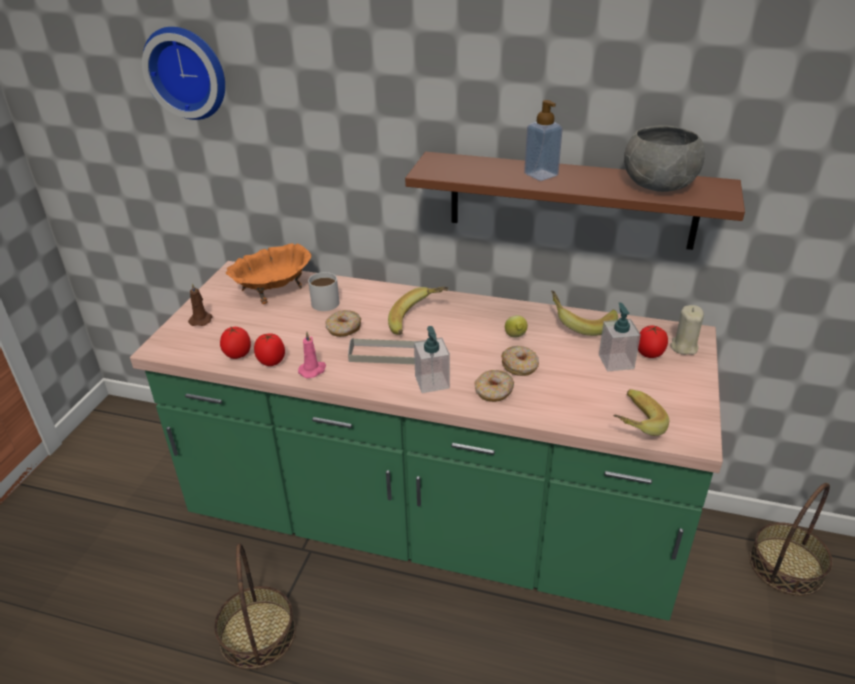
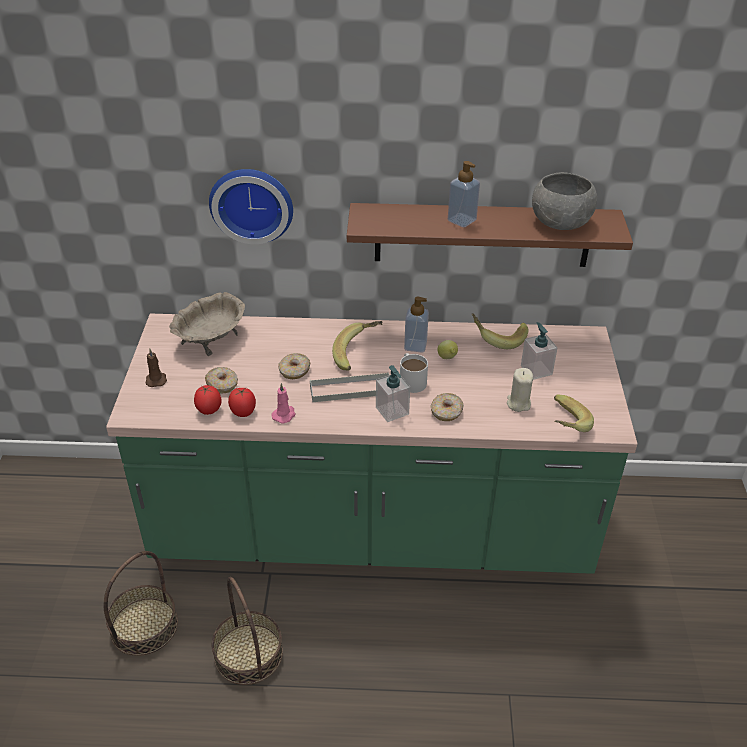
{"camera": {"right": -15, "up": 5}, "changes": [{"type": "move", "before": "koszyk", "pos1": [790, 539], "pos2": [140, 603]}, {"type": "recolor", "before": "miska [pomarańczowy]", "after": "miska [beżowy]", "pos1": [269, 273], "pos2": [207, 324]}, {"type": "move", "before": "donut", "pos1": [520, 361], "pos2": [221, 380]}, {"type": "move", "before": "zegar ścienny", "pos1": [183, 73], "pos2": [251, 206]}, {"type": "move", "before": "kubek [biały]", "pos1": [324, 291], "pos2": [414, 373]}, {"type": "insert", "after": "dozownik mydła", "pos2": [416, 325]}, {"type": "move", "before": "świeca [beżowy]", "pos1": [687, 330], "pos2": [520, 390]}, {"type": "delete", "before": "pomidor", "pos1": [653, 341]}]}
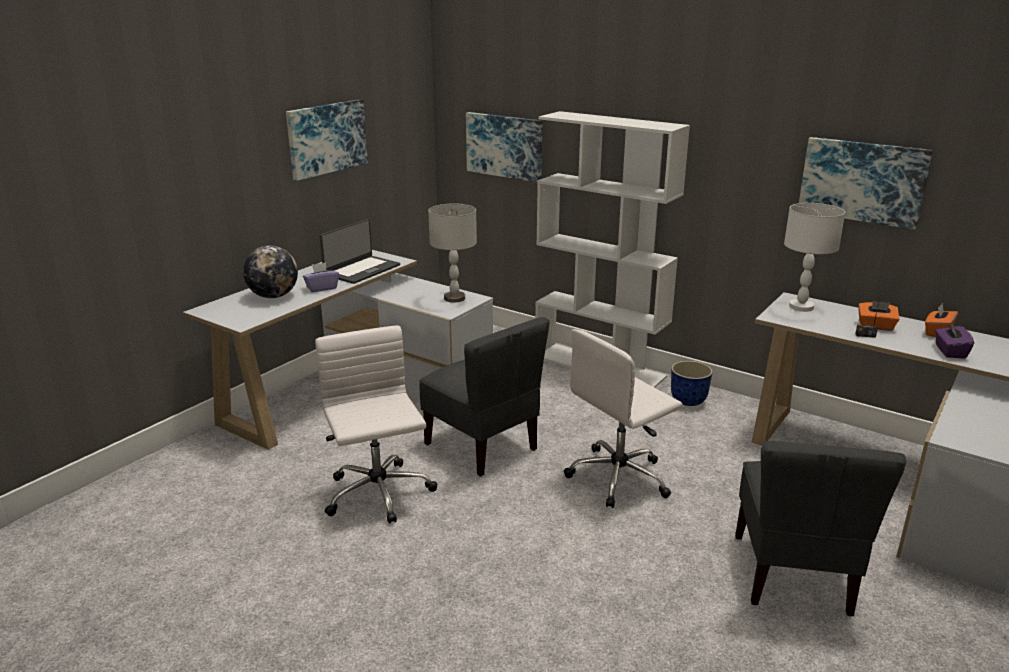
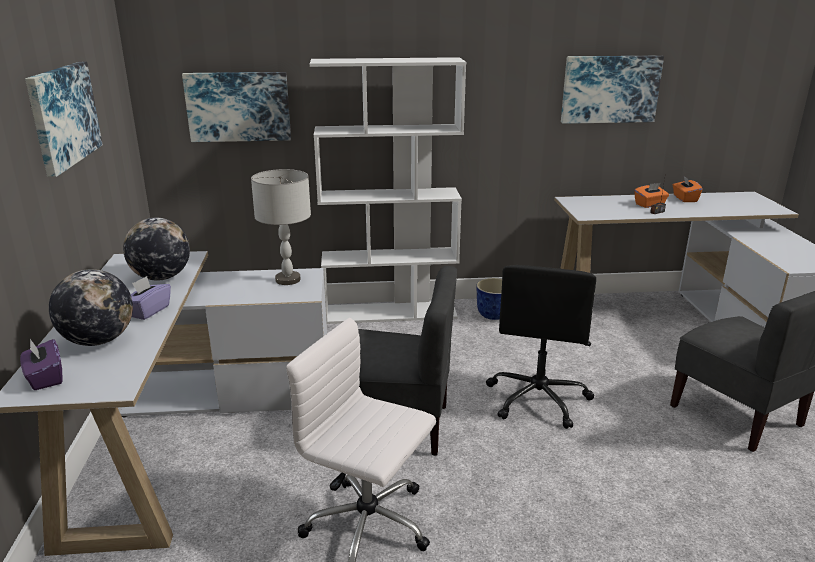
{"camera": {"right": -40, "up": 0}, "changes": [{"type": "move", "before": "pudełko chusteczek [fioletowy]", "pos1": [954, 340], "pos2": [41, 364]}, {"type": "replace", "before": "laptop", "after": "globus", "pos1": [360, 251], "pos2": [156, 249]}, {"type": "recolor", "before": "krzesło biurowe [biały]", "after": "krzesło biurowe [czarny]", "pos1": [623, 418], "pos2": [541, 347]}, {"type": "delete", "before": "lampa stołowa [biały]", "pos1": [814, 257]}]}
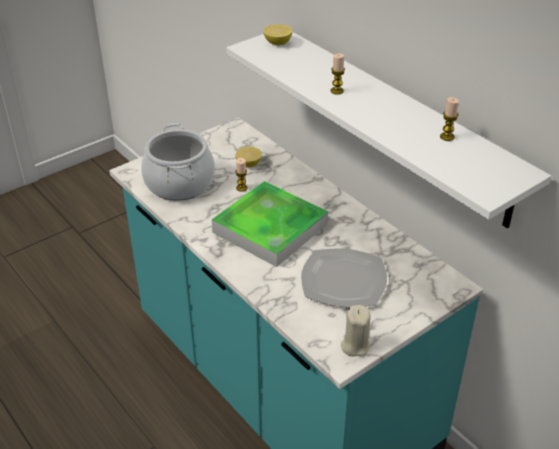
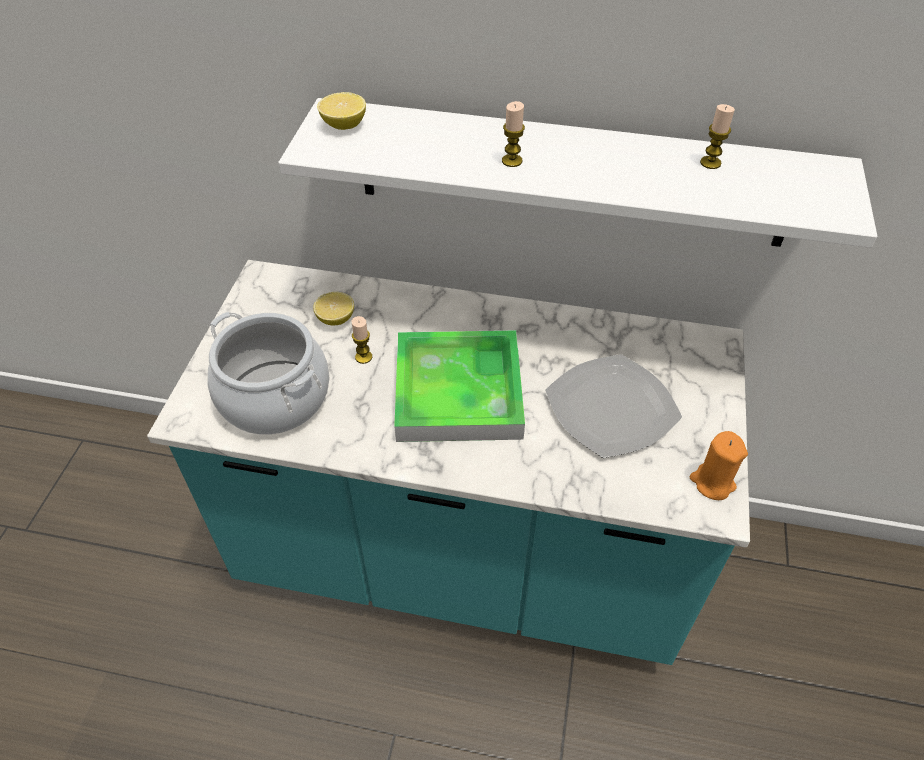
{"camera": {"right": -40, "up": 10}, "changes": [{"type": "recolor", "before": "świeca [beżowy]", "after": "świeca [pomarańczowy]", "pos1": [356, 331], "pos2": [719, 465]}]}
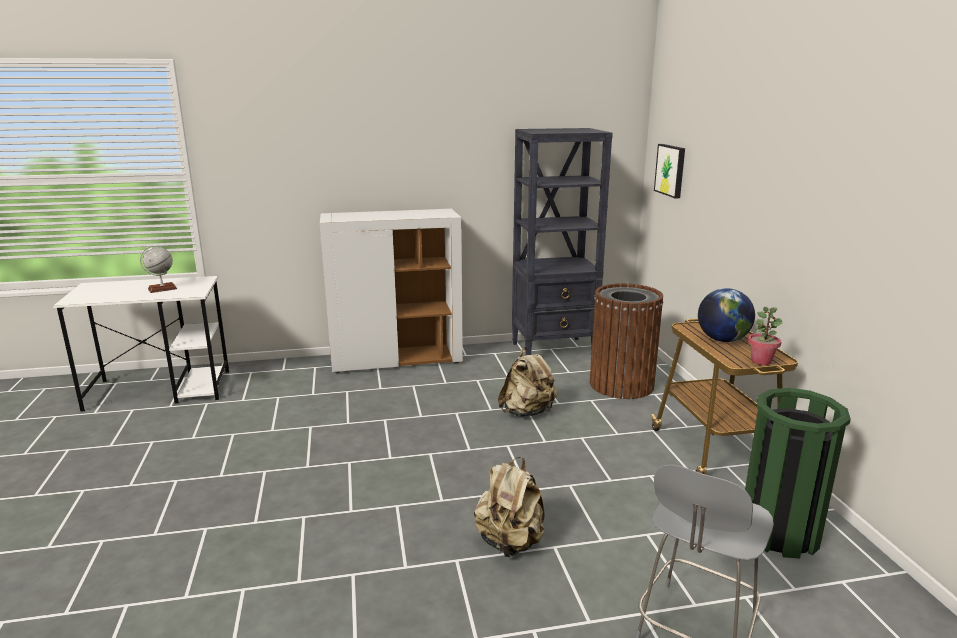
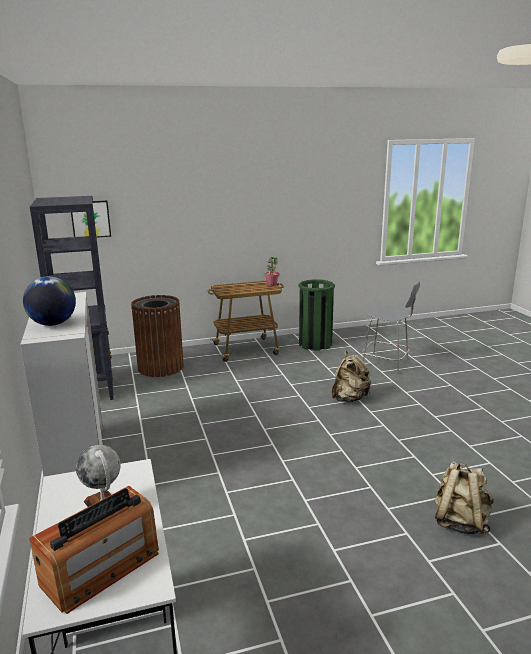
{"camera": {"right": -95, "up": 0}, "changes": [{"type": "move", "before": "globus", "pos1": [726, 315], "pos2": [49, 301]}, {"type": "insert", "after": "radio", "pos2": [94, 550]}, {"type": "move", "before": "plecak [beżowy]", "pos1": [528, 382], "pos2": [464, 498]}]}
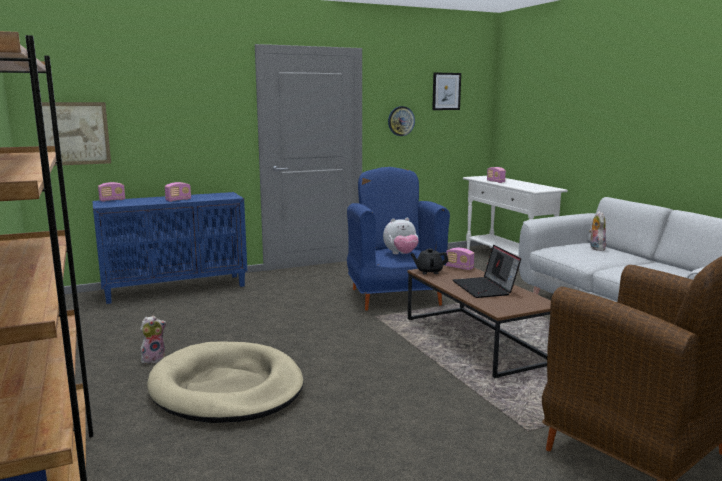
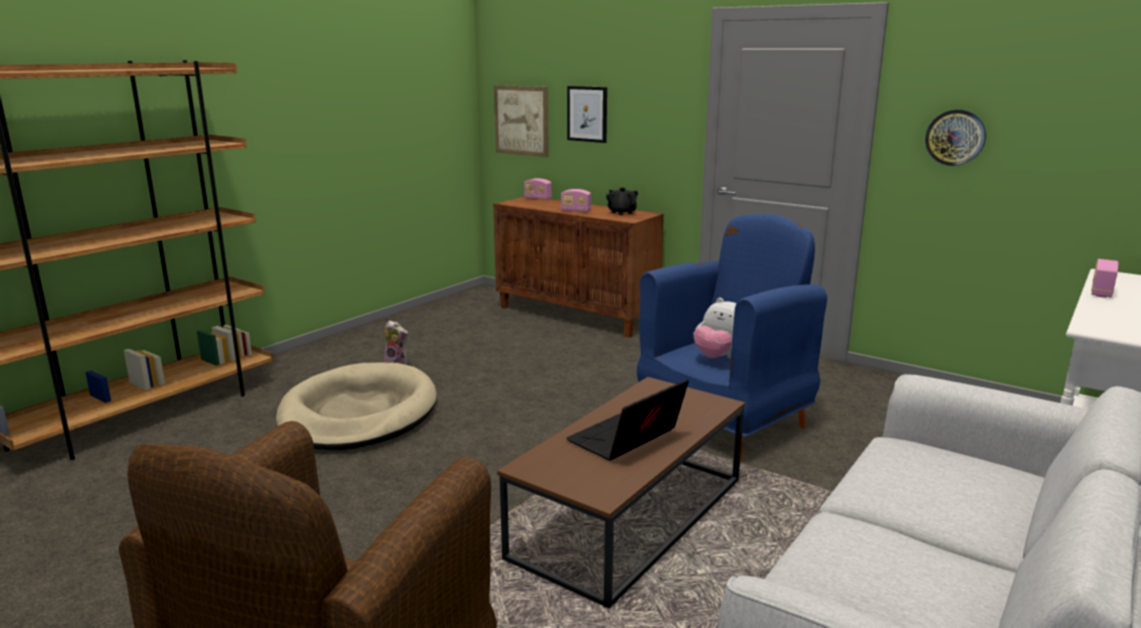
{"camera": {"right": 60, "up": 5}, "changes": [{"type": "recolor", "before": "szafka [niebieski]", "after": "szafka [brązowy]", "pos1": [170, 248], "pos2": [578, 267]}, {"type": "move", "before": "obraz", "pos1": [446, 91], "pos2": [587, 114]}, {"type": "move", "before": "imbryk [czarny]", "pos1": [430, 261], "pos2": [622, 201]}, {"type": "delete", "before": "radio", "pos1": [460, 259]}, {"type": "delete", "before": "pluszak", "pos1": [597, 231]}]}
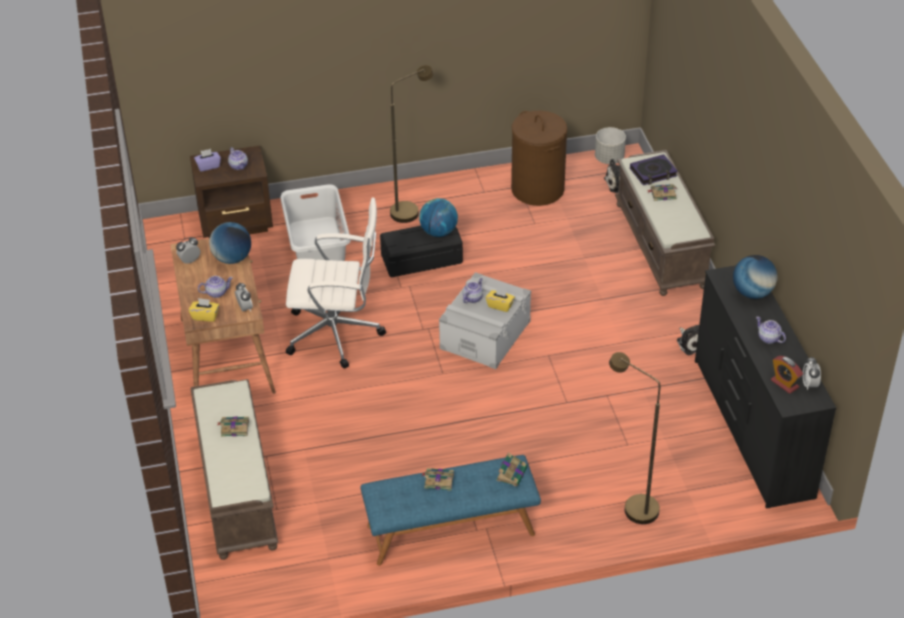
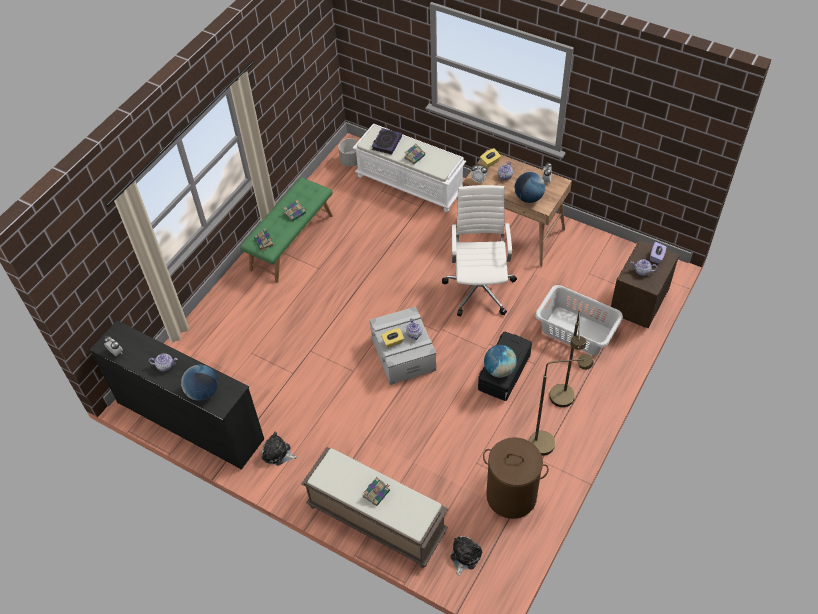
{"camera": {"right": 135, "up": 10}, "changes": [{"type": "recolor", "before": "ławka [niebieski]", "after": "ławka [zielony]", "pos1": [450, 510], "pos2": [286, 230]}, {"type": "move", "before": "donica [szary]", "pos1": [610, 145], "pos2": [348, 152]}, {"type": "recolor", "before": "ławka [brązowy]", "after": "ławka [biały]", "pos1": [234, 469], "pos2": [409, 167]}, {"type": "move", "before": "książka", "pos1": [654, 169], "pos2": [387, 141]}, {"type": "rotate", "before": "krzesło biurowe [biały]", "pos1": [336, 283], "pos2": [479, 250], "turn": 135}, {"type": "move", "before": "lampa stojąca [brązowy]", "pos1": [634, 438], "pos2": [561, 404]}, {"type": "delete", "before": "budzik", "pos1": [787, 375]}]}
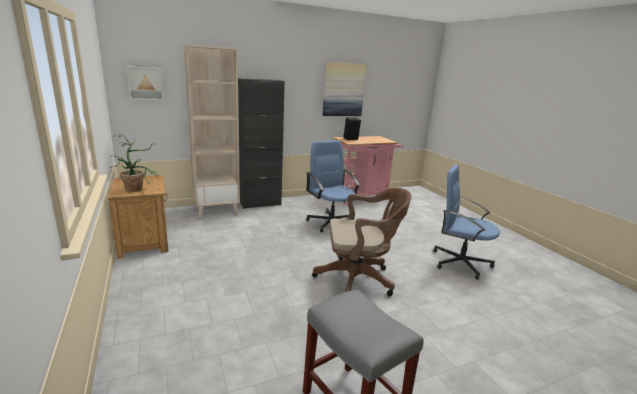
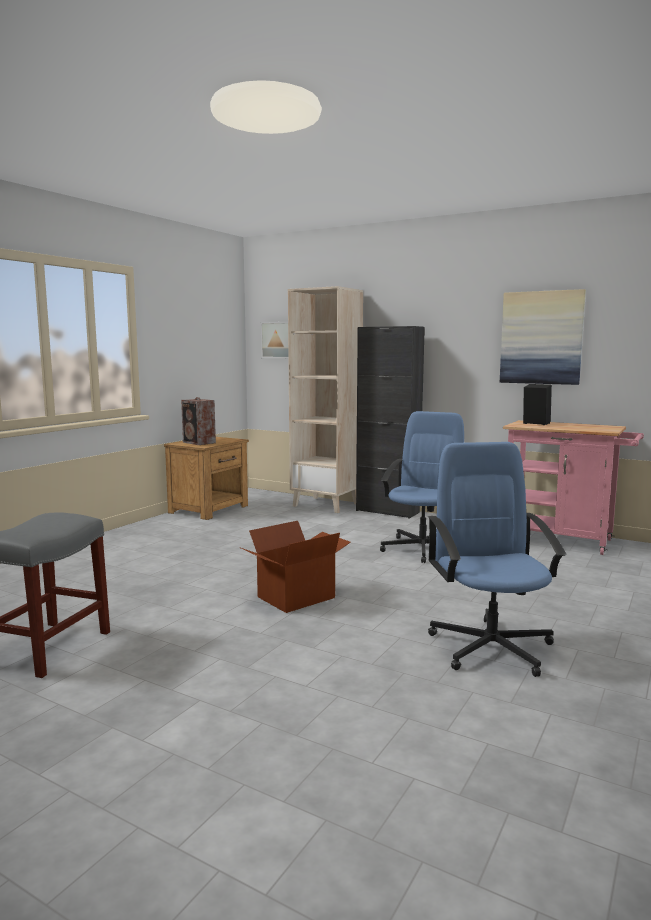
{"camera": {"right": 55, "up": -10}, "changes": [{"type": "replace", "before": "roślina doniczkowa", "after": "głośnik", "pos1": [134, 163], "pos2": [198, 421]}, {"type": "replace", "before": "krzesło biurowe [brązowy]", "after": "karton", "pos1": [362, 242], "pos2": [296, 567]}]}
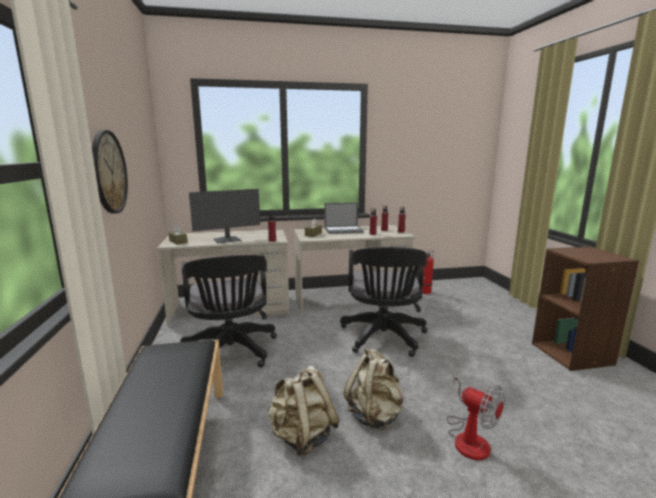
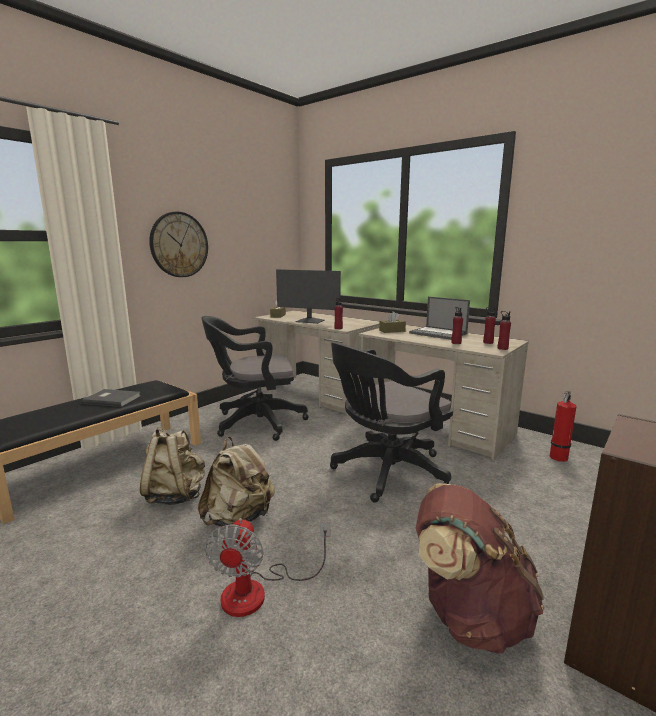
{"camera": {"right": 50, "up": 0}, "changes": [{"type": "insert", "after": "książka [szary]", "pos2": [111, 398]}, {"type": "rotate", "before": "krzesło biurowe [czarny]", "pos1": [228, 311], "pos2": [254, 378], "turn": 45}, {"type": "insert", "after": "plecak [brązowy]", "pos2": [480, 568]}]}
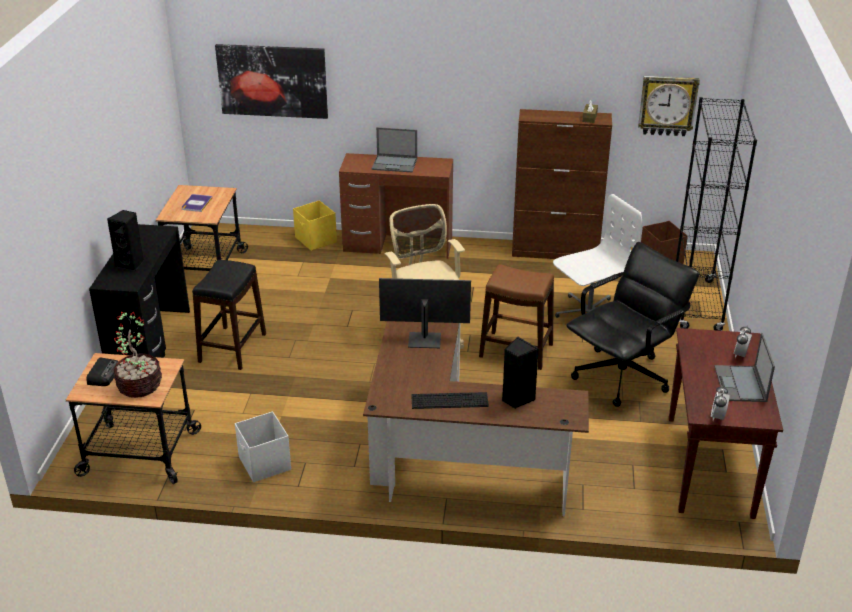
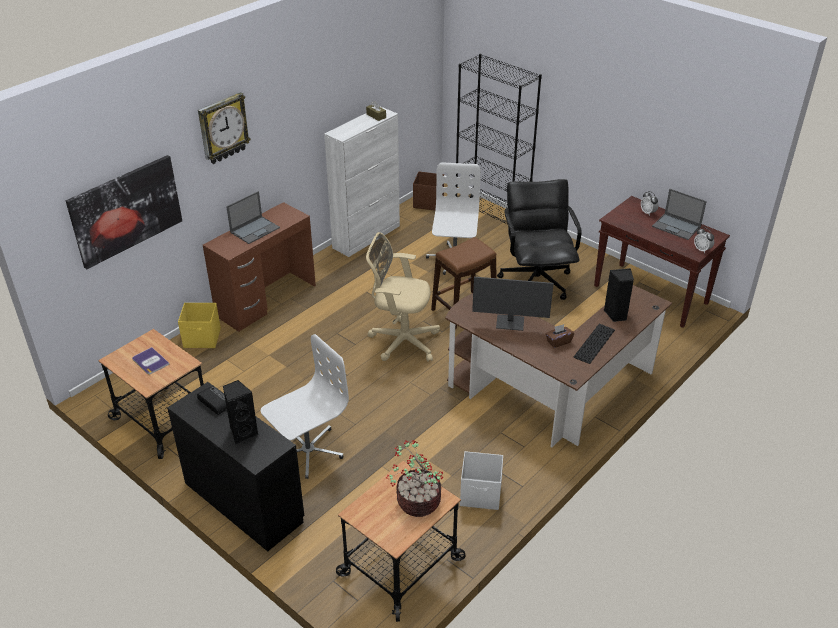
{"camera": {"right": -55, "up": 5}, "changes": [{"type": "move", "before": "radio", "pos1": [102, 371], "pos2": [212, 400]}, {"type": "move", "before": "zegar ścienny", "pos1": [669, 106], "pos2": [224, 128]}, {"type": "replace", "before": "stołek [czarny]", "after": "krzesło biurowe [biały]", "pos1": [229, 315], "pos2": [305, 406]}, {"type": "recolor", "before": "szafka [brązowy]", "after": "szafka [biały]", "pos1": [562, 184], "pos2": [362, 181]}, {"type": "rotate", "before": "monitor", "pos1": [425, 313], "pos2": [513, 304], "turn": -120}, {"type": "insert", "after": "pudełko chusteczek [brązowy]", "pos2": [560, 336]}]}
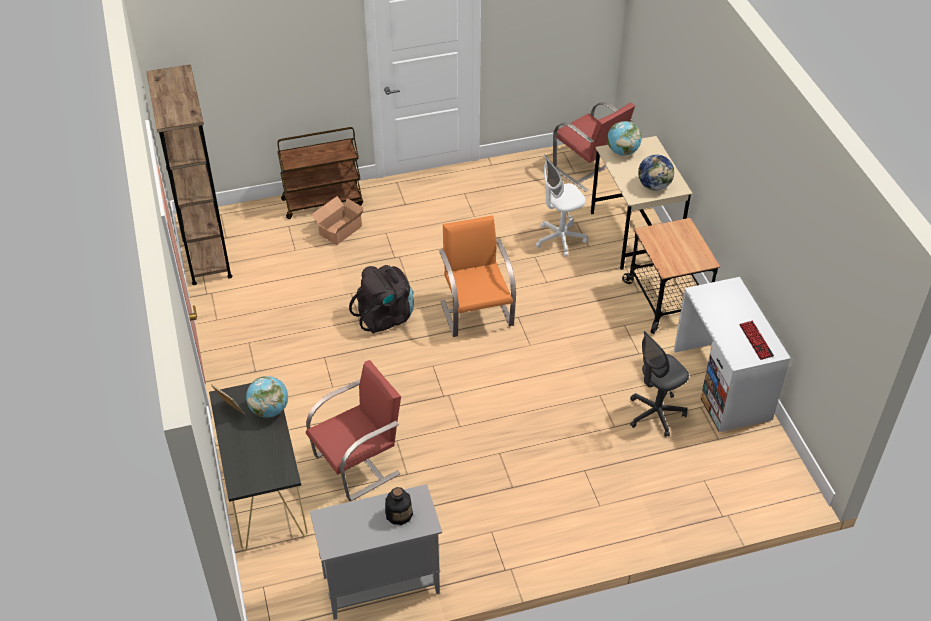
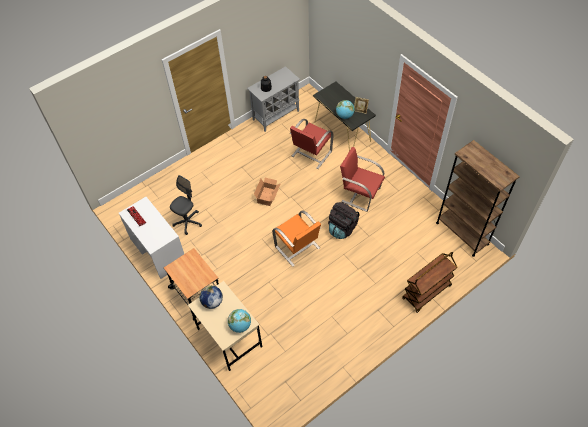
{"camera": {"right": 160, "up": 10}, "changes": [{"type": "move", "before": "karton", "pos1": [338, 220], "pos2": [267, 192]}, {"type": "move", "before": "krzesło [czerwony]", "pos1": [594, 147], "pos2": [362, 179]}, {"type": "delete", "before": "krzesło biurowe [biały]", "pos1": [561, 205]}]}
